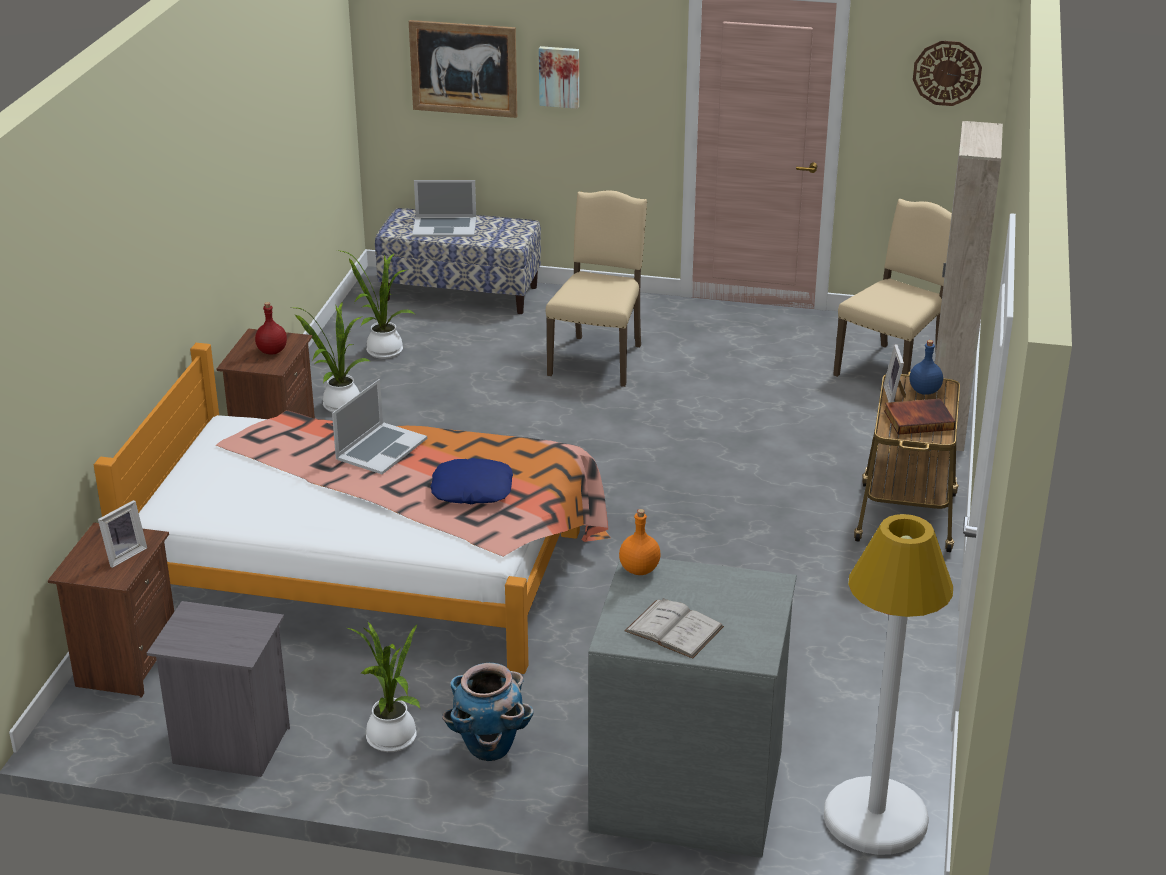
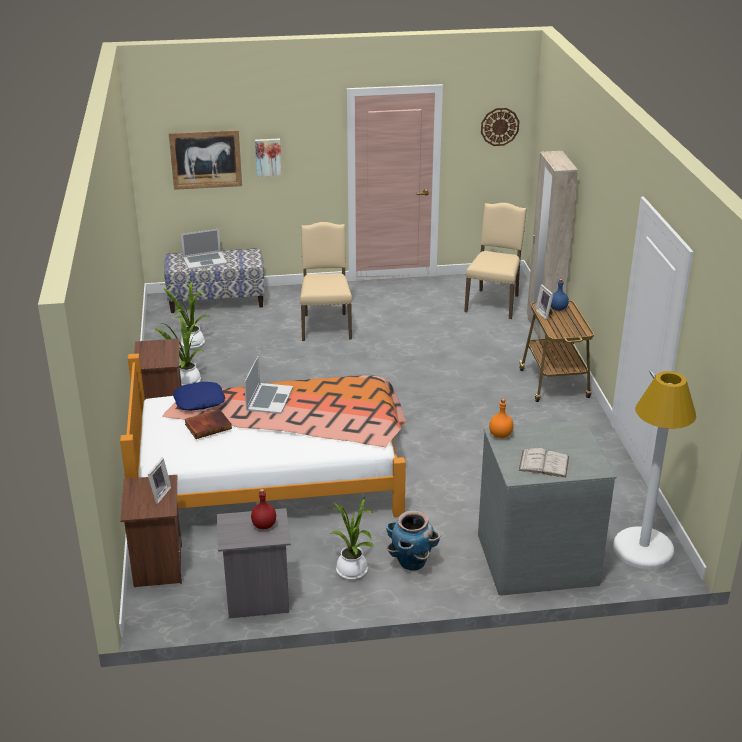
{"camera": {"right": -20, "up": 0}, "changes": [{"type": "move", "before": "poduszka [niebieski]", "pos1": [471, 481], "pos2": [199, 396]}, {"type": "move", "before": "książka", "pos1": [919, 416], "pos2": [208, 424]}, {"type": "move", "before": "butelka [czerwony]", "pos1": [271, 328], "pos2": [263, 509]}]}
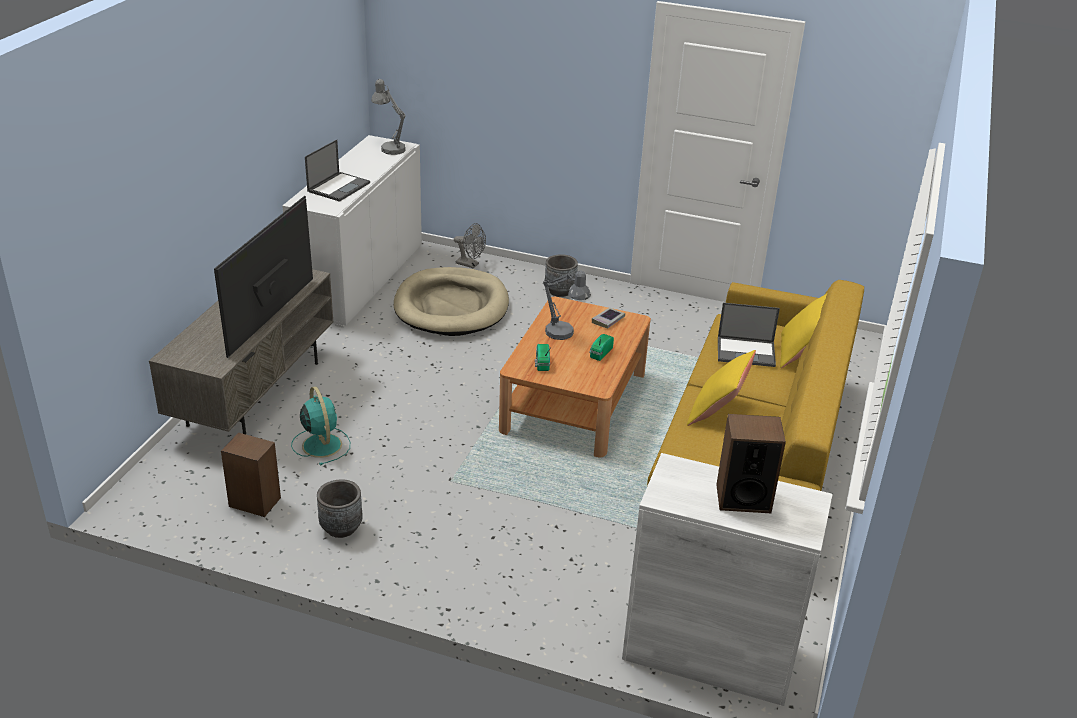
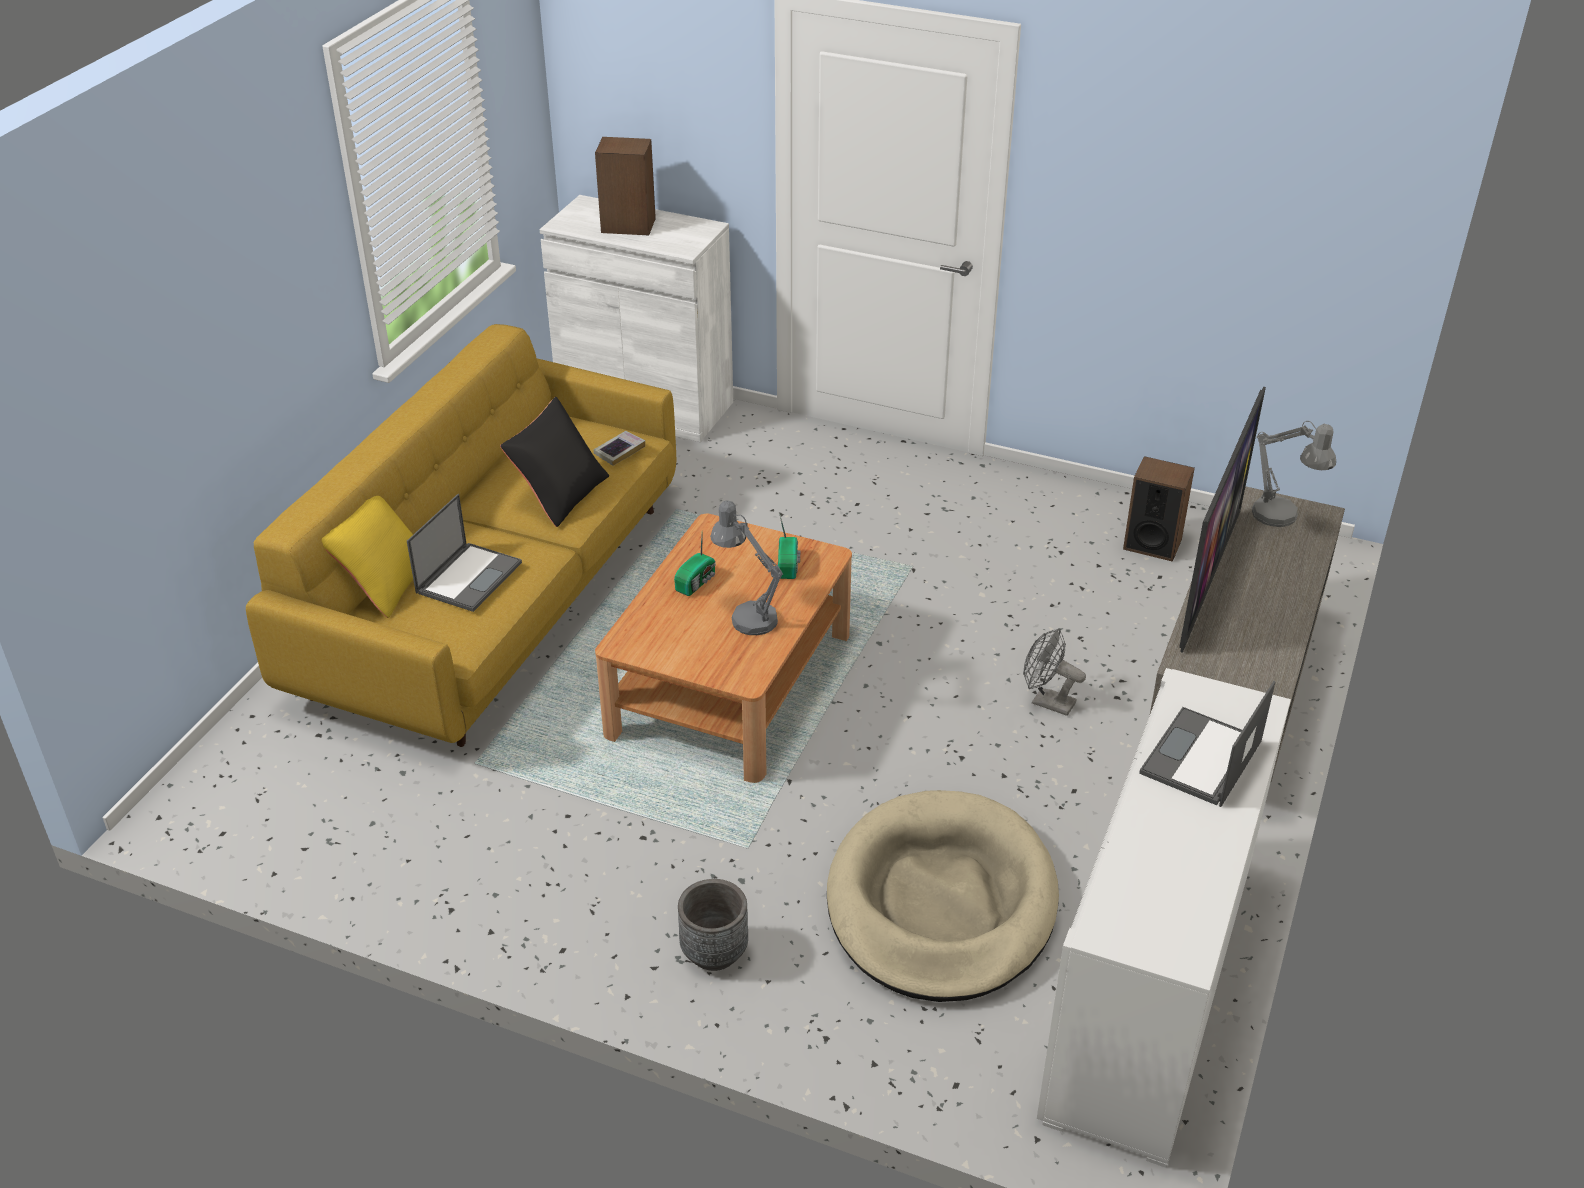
{"camera": {"right": -175, "up": 5}, "changes": [{"type": "rotate", "before": "laptop", "pos1": [749, 335], "pos2": [464, 553], "turn": 105}, {"type": "recolor", "before": "poduszka [żółty]", "after": "poduszka [czarny]", "pos1": [721, 388], "pos2": [554, 462]}, {"type": "move", "before": "książka", "pos1": [608, 318], "pos2": [619, 448]}, {"type": "move", "before": "wentylator [szary]", "pos1": [470, 245], "pos2": [1054, 672]}, {"type": "move", "before": "lampa stołowa [szary]", "pos1": [388, 117], "pos2": [1294, 474]}, {"type": "delete", "before": "wentylator [turkusowy]", "pos1": [320, 426]}, {"type": "delete", "before": "donica [szary]", "pos1": [339, 508]}]}
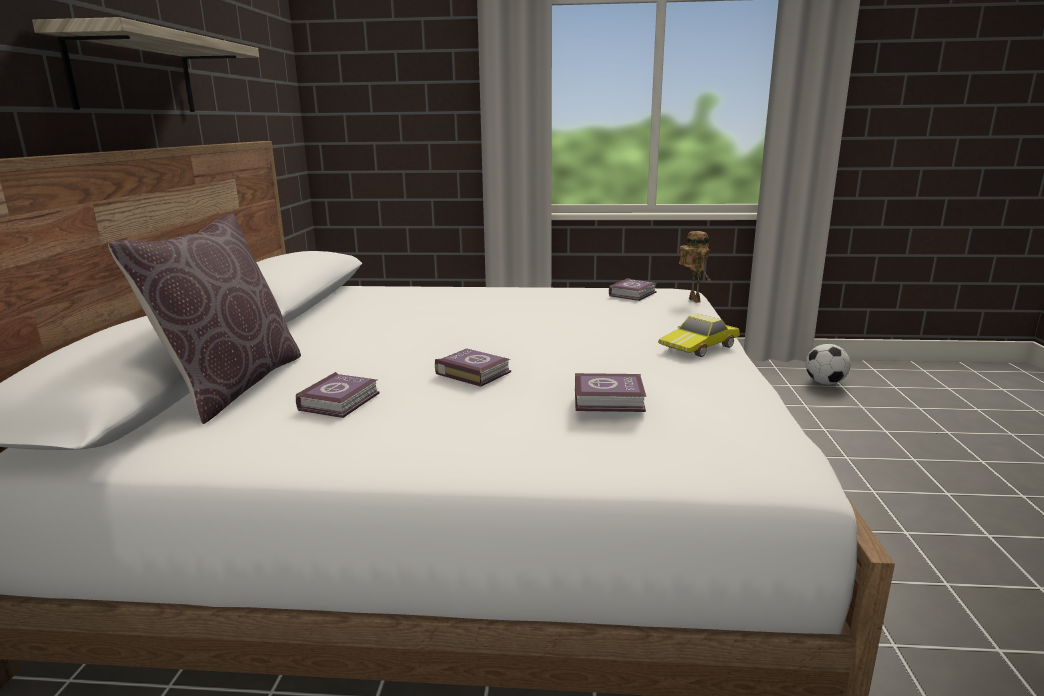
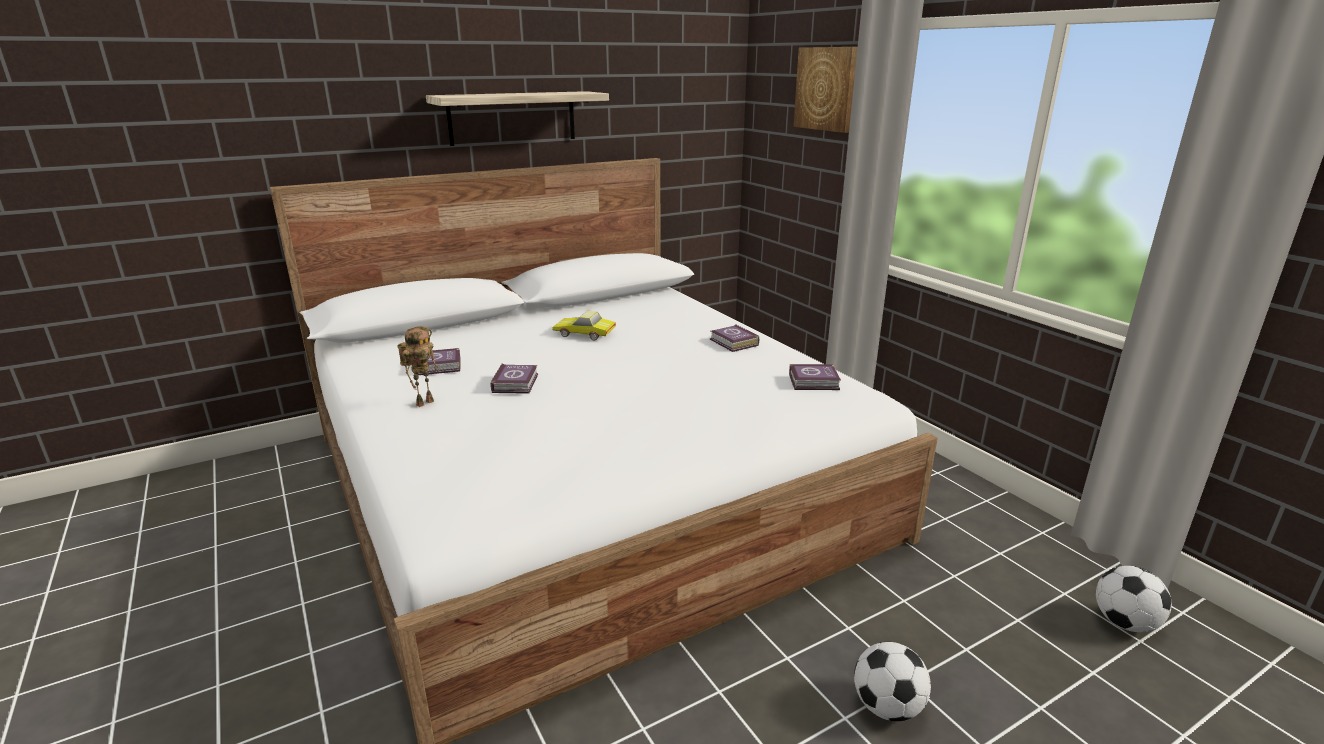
{"camera": {"right": 55, "up": 5}, "changes": [{"type": "move", "before": "robot zabawkowy", "pos1": [695, 267], "pos2": [418, 366]}, {"type": "move", "before": "samochodzik", "pos1": [699, 335], "pos2": [584, 326]}, {"type": "move", "before": "książka", "pos1": [610, 392], "pos2": [734, 338]}, {"type": "insert", "after": "obraz", "pos2": [825, 90]}, {"type": "insert", "after": "piłka futbolowa", "pos2": [892, 681]}, {"type": "delete", "before": "poduszka [brązowy]", "pos1": [204, 319]}]}
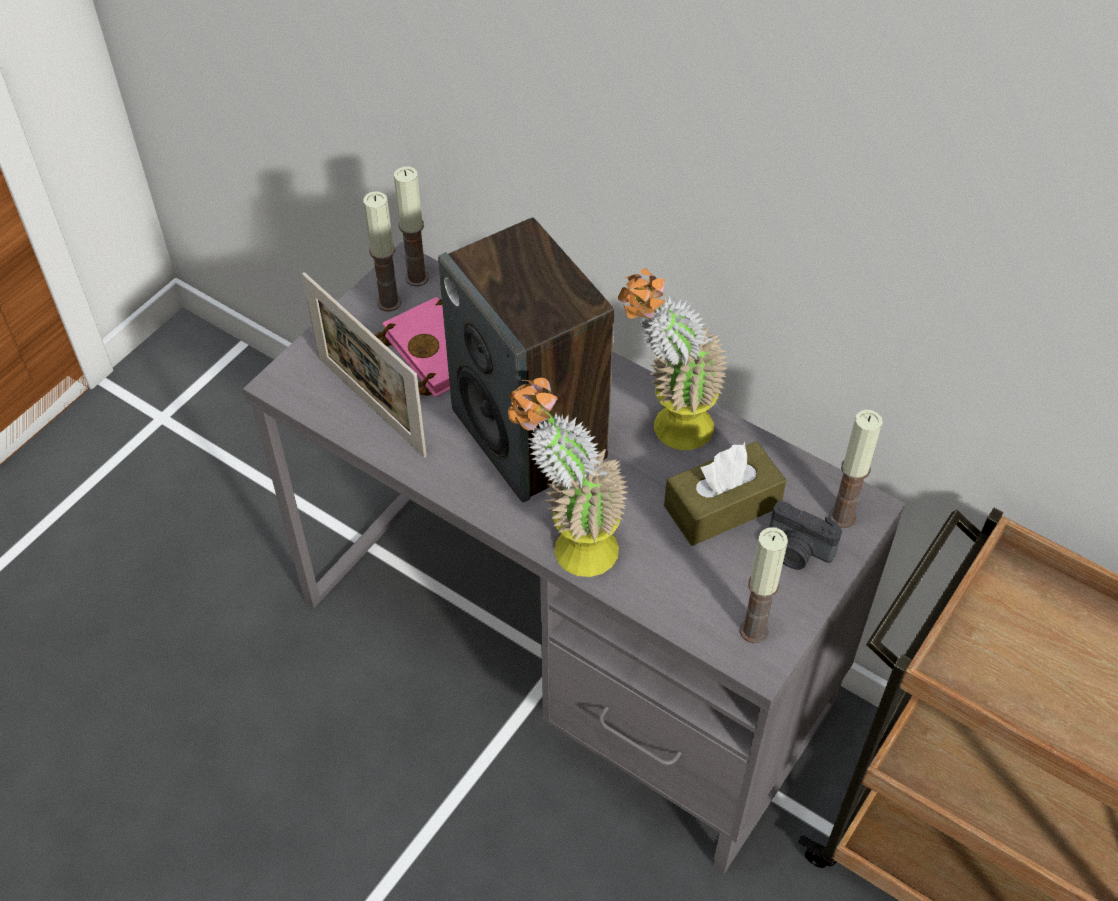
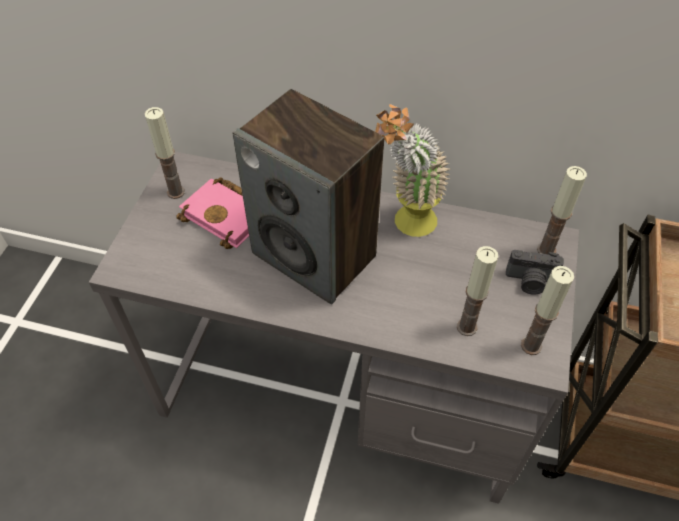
{"camera": {"right": -20, "up": 0}, "changes": [{"type": "move", "before": "świeca", "pos1": [411, 227], "pos2": [478, 291]}, {"type": "delete", "before": "ramka na zdjęcie", "pos1": [364, 365]}, {"type": "delete", "before": "roślina doniczkowa", "pos1": [568, 477]}, {"type": "delete", "before": "pudełko chusteczek [brązowy]", "pos1": [725, 493]}]}
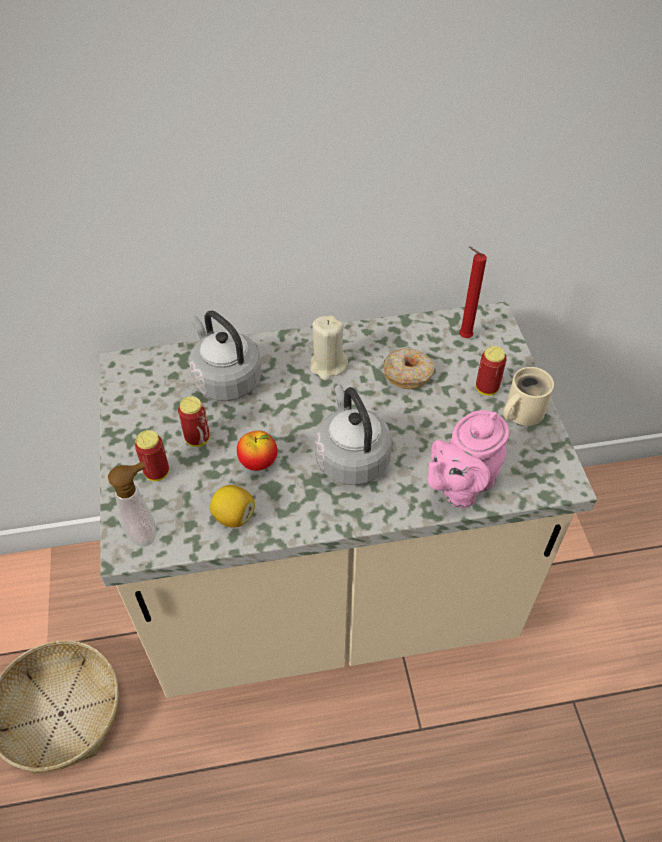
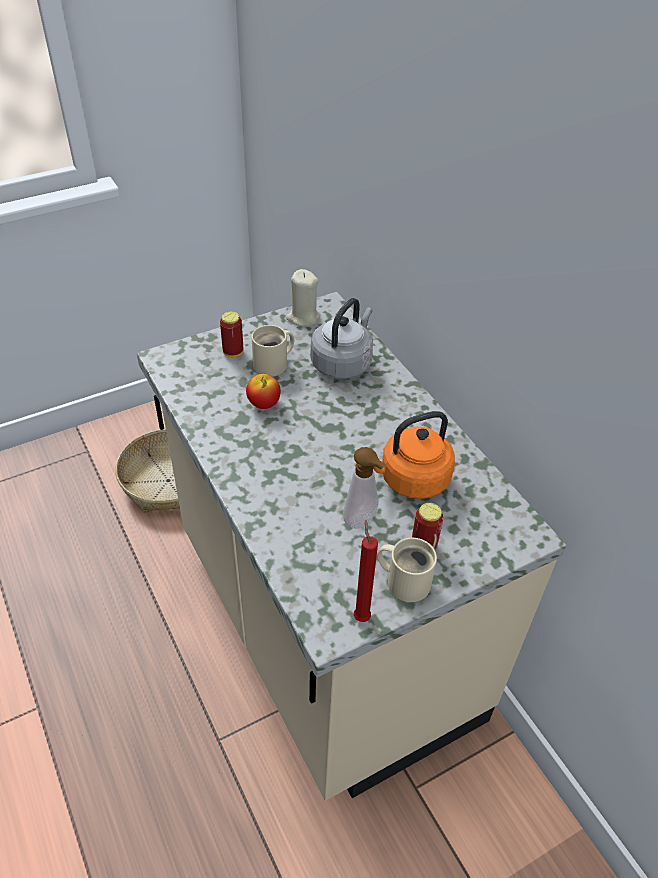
{"camera": {"right": 70, "up": -5}, "changes": [{"type": "replace", "before": "puszka", "after": "kubek [beżowy]", "pos1": [194, 421], "pos2": [272, 350]}, {"type": "move", "before": "świeca [beżowy]", "pos1": [329, 347], "pos2": [303, 298]}, {"type": "move", "before": "dozownik mydła", "pos1": [132, 503], "pos2": [364, 488]}, {"type": "move", "before": "świeca [czerwony]", "pos1": [473, 292], "pos2": [366, 571]}, {"type": "replace", "before": "donut", "after": "czajnik [pomarańczowy]", "pos1": [409, 368], "pos2": [414, 455]}, {"type": "delete", "before": "cytryna", "pos1": [232, 506]}, {"type": "delete", "before": "czajnik [szary]", "pos1": [353, 434]}, {"type": "delete", "before": "imbryk [różowy]", "pos1": [468, 459]}]}
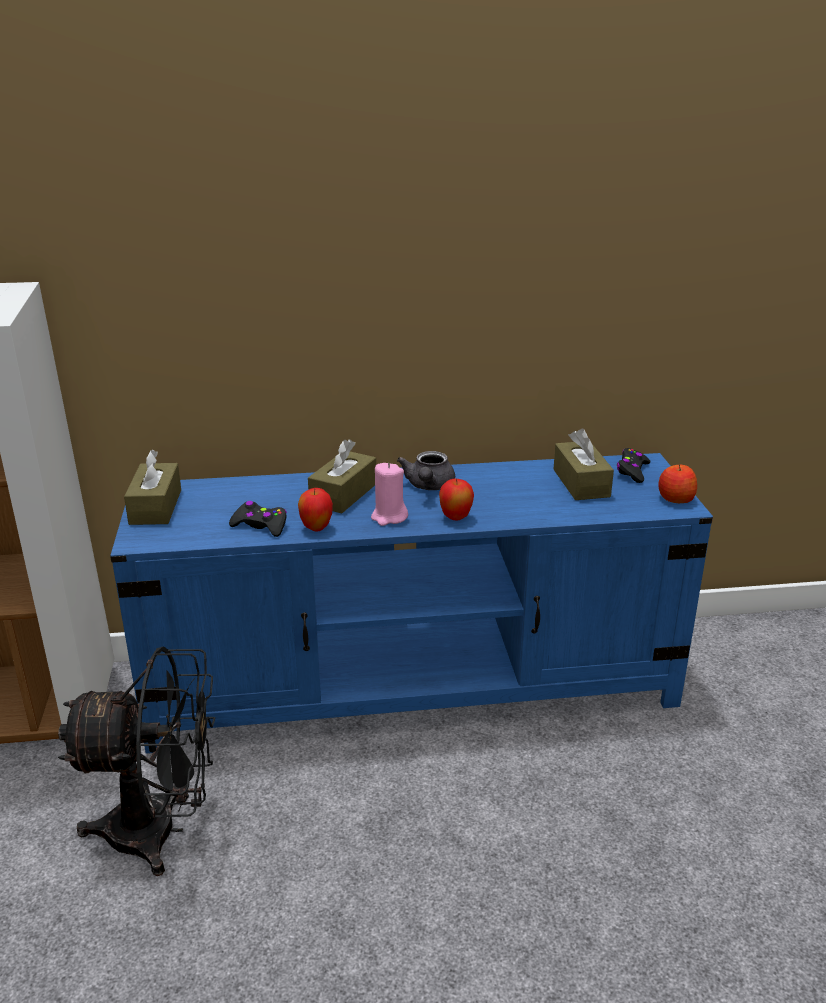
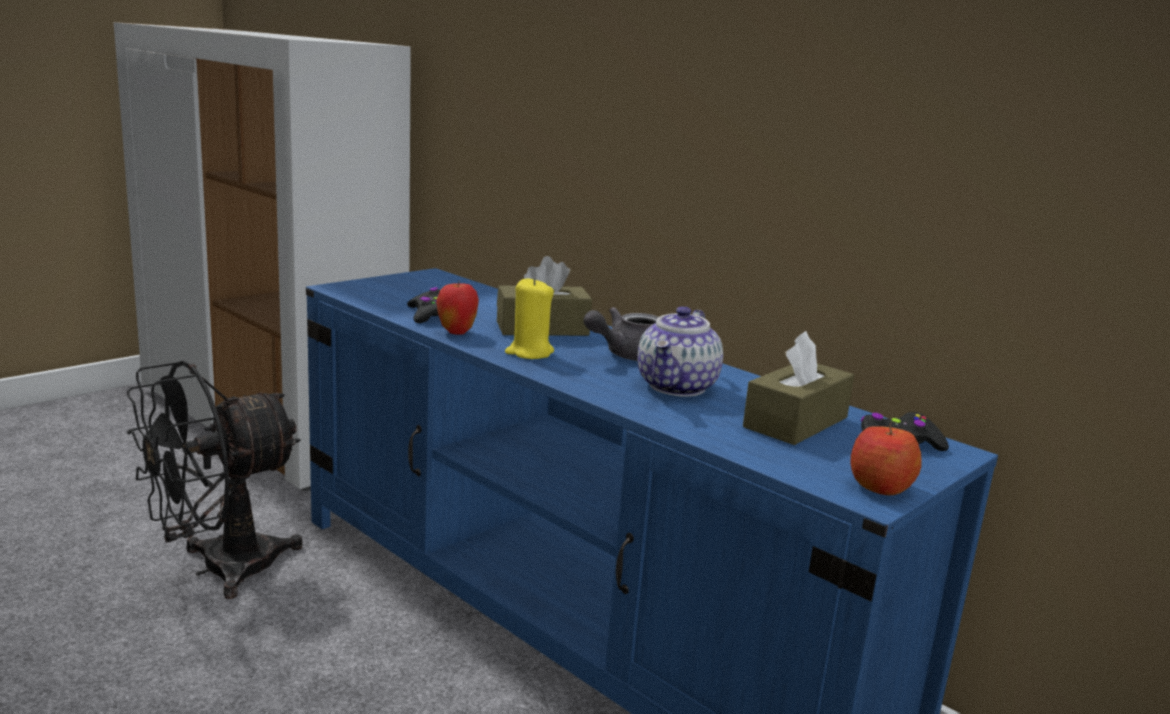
{"camera": {"right": 50, "up": -10}, "changes": [{"type": "rotate", "before": "wentylator [czarny]", "pos1": [136, 761], "pos2": [215, 479], "turn": 90}, {"type": "recolor", "before": "świeca [różowy]", "after": "świeca [żółty]", "pos1": [389, 494], "pos2": [529, 318]}, {"type": "insert", "after": "imbryk", "pos2": [680, 351]}, {"type": "delete", "before": "pudełko chusteczek [brązowy]", "pos1": [152, 487]}, {"type": "delete", "before": "jabłko", "pos1": [456, 499]}]}
